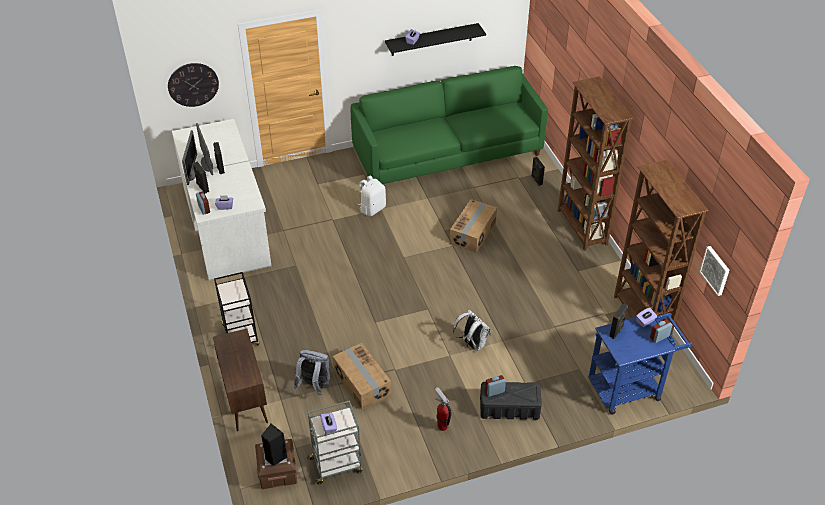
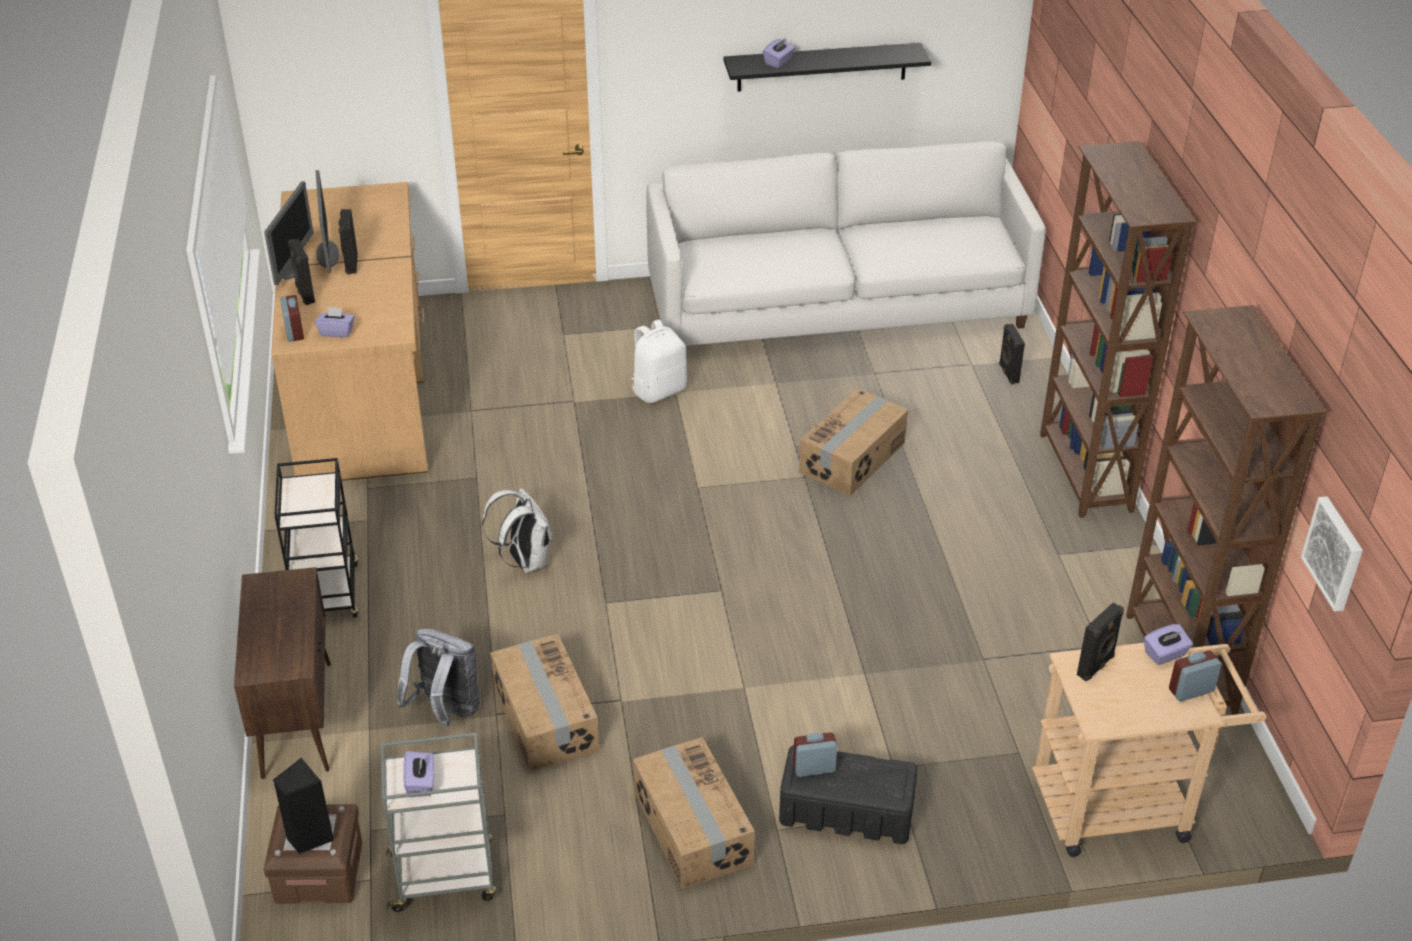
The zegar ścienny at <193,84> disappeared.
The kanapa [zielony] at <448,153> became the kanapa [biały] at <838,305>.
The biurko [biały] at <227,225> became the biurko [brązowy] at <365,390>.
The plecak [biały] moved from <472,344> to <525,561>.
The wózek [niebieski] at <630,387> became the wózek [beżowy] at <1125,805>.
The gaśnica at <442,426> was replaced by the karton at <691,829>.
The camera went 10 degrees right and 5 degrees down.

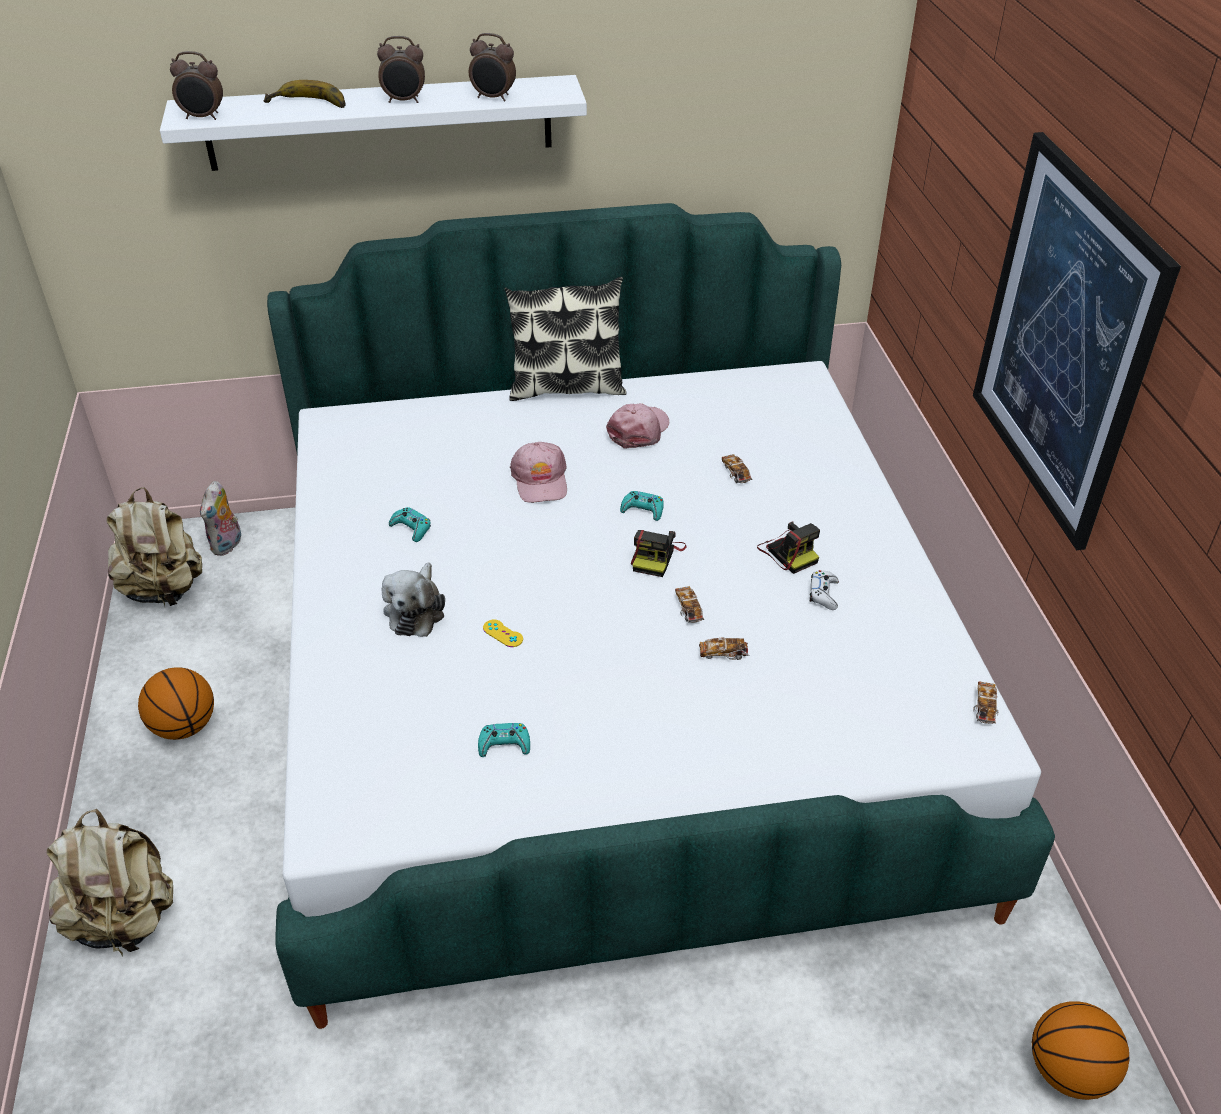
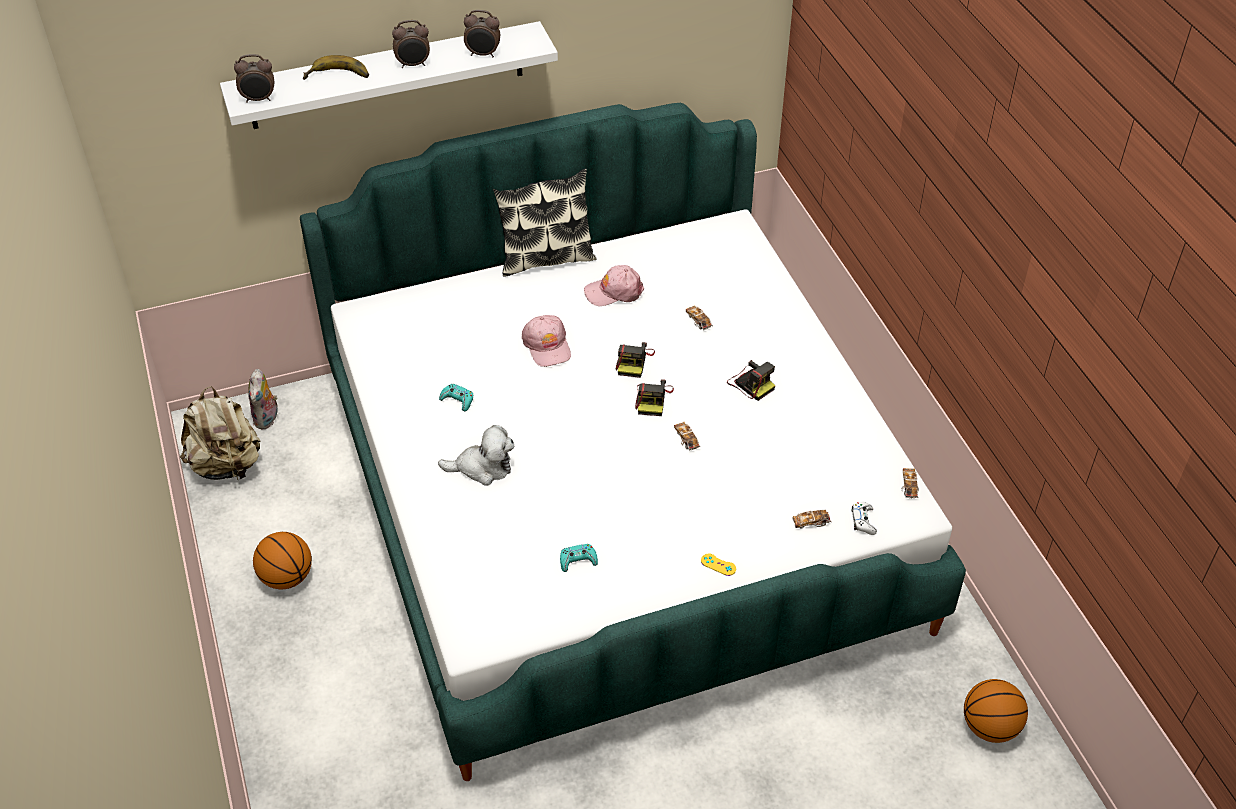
The obraz at <1064,341> disappeared.
The czapka z daszkiem [różowy] at <639,430> turned 120 degrees counterclockwise.
The pad do gier [turkusowy] at <643,510> was replaced by the aparat fotograficzny at <633,361>.
The pluszak at <416,610> turned 90 degrees counterclockwise.
The pad do gier [biały] moved from <823,594> to <863,521>.
The pad do gier [żółty] moved from <503,633> to <718,564>.
The samochodzik moved from <723,654> to <811,523>.
The plecak [beżowy] at <124,919> disappeared.
The camera went 10 degrees left and 5 degrees up.

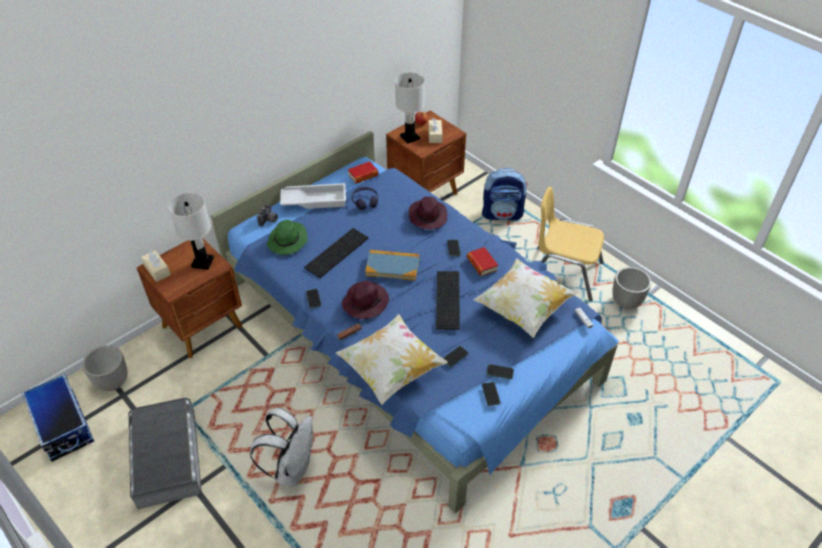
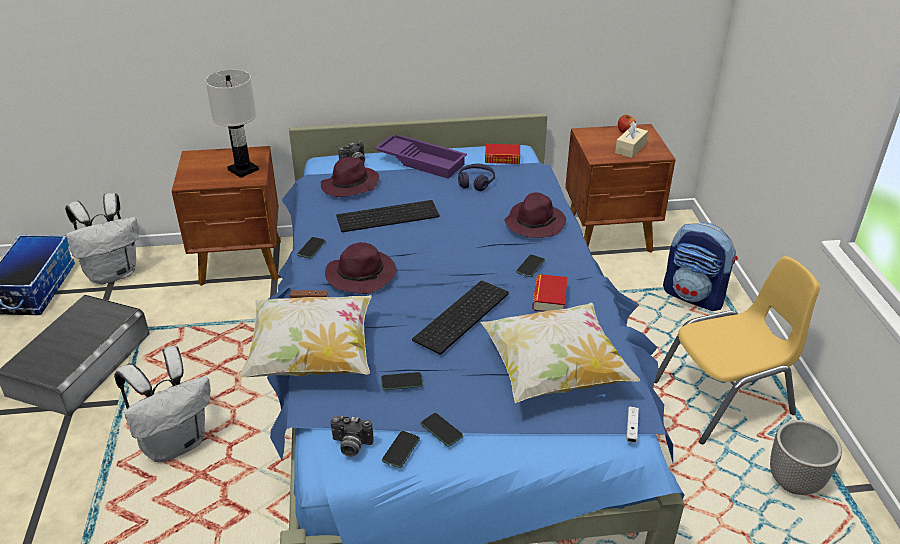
The lampa stołowa [biały] at <410,137> disappeared.
The taca [biały] at <314,199> became the taca [fioletowy] at <422,160>.
The krzesło [żółty] at <563,272> turned 105 degrees clockwise.
The kapelusz [zielony] at <288,241> became the kapelusz [fioletowy] at <350,186>.
The książka at <392,266> disappeared.
The pudełko chusteczek [beżowy] at <157,270> disappeared.
The donica at <113,382> was replaced by the plecak [biały] at <114,273>.
The aparat fotograficzny at <351,446> appeared.
The camera went 35 degrees right and 10 degrees down.

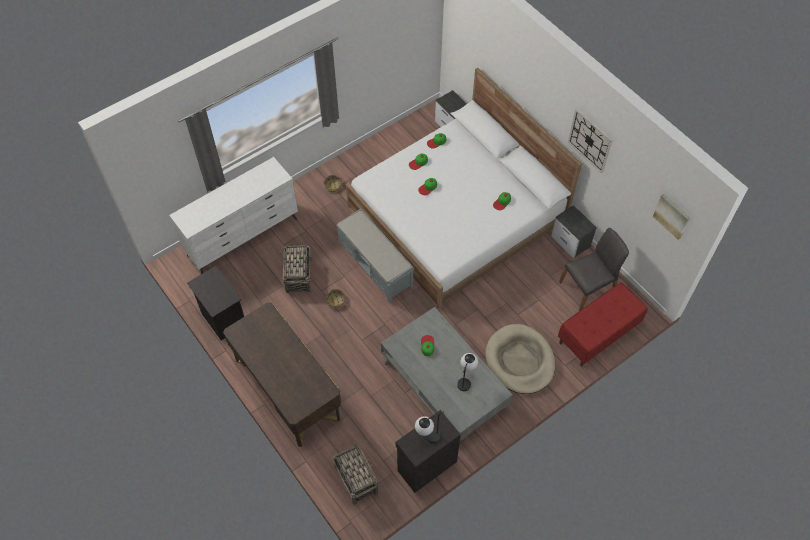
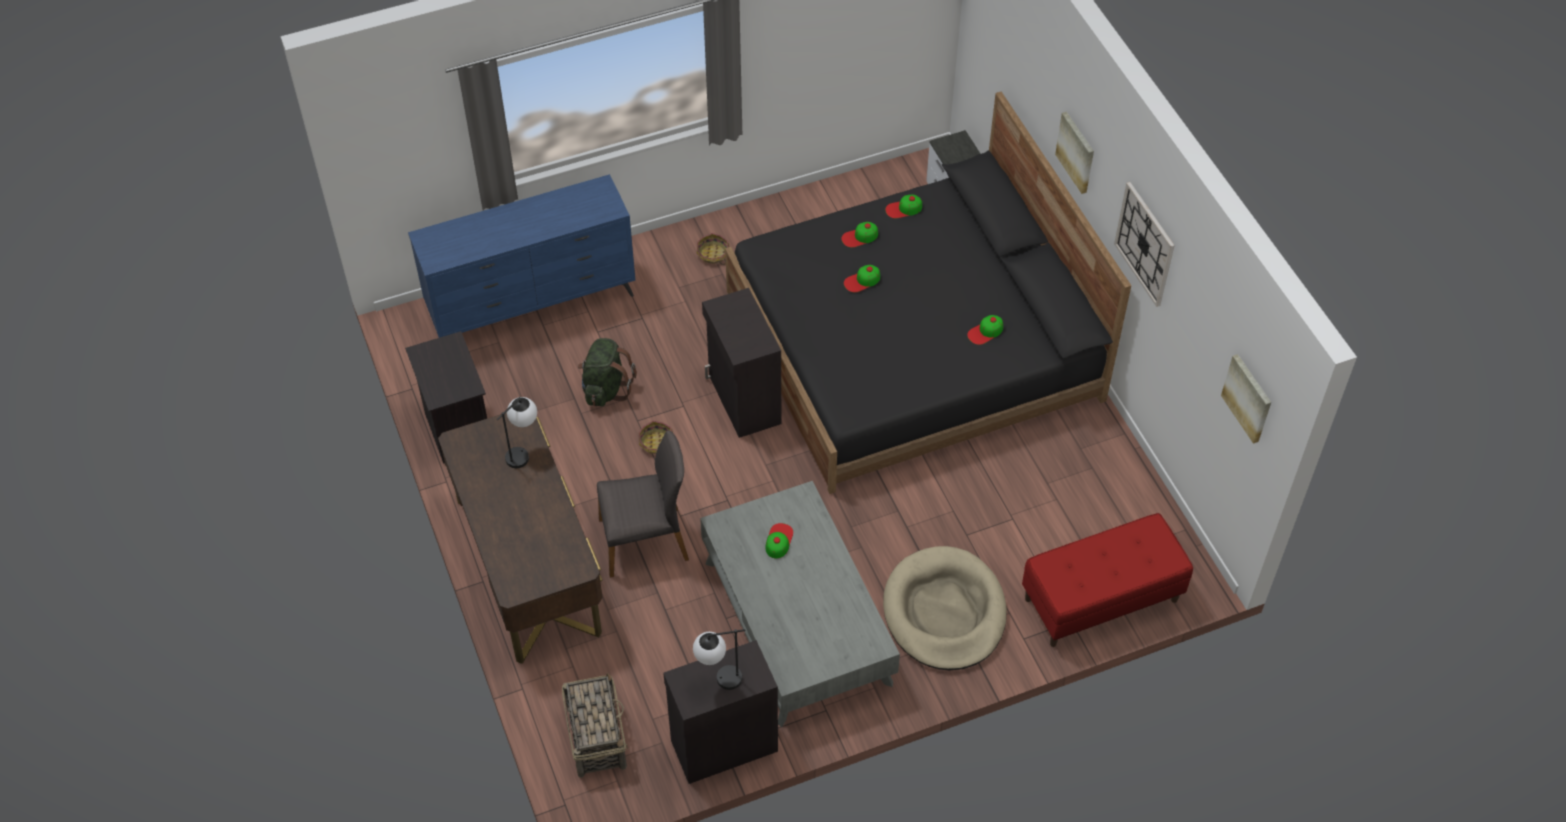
The łóżko [biały] at <456,214> became the łóżko [czarny] at <913,345>.
The komoda [biały] at <243,237> became the komoda [niebieski] at <533,306>.
The szafka nocna at <570,242> disappeared.
The ławka [szary] at <376,266> was replaced by the szafka [czarny] at <743,400>.
The krzesło [szary] moved from <588,288> to <645,540>.
The koszyk at <298,276> was replaced by the plecak [zielony] at <606,388>.
The lampa stołowa moved from <465,380> to <523,452>.
The obraz at <1076,152> appeared.
The camera went 15 degrees right and 5 degrees down.

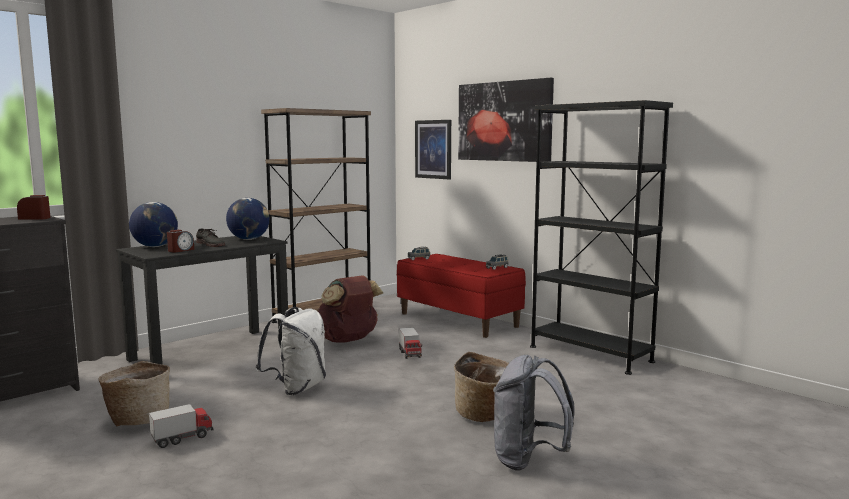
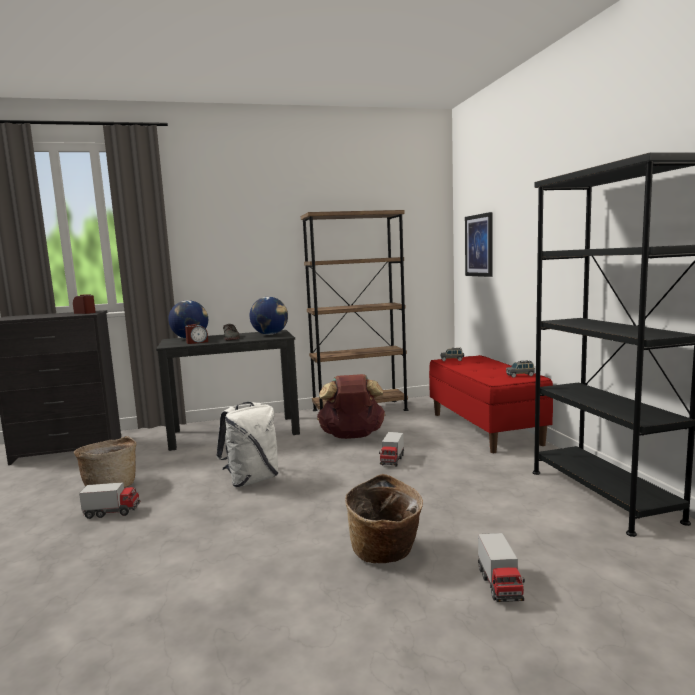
The obraz at <504,121> disappeared.
The plecak [szary] at <528,460> disappeared.
The ciężarówka zabawkowa at <499,585> appeared.
The camera went 30 degrees right and 0 degrees up.

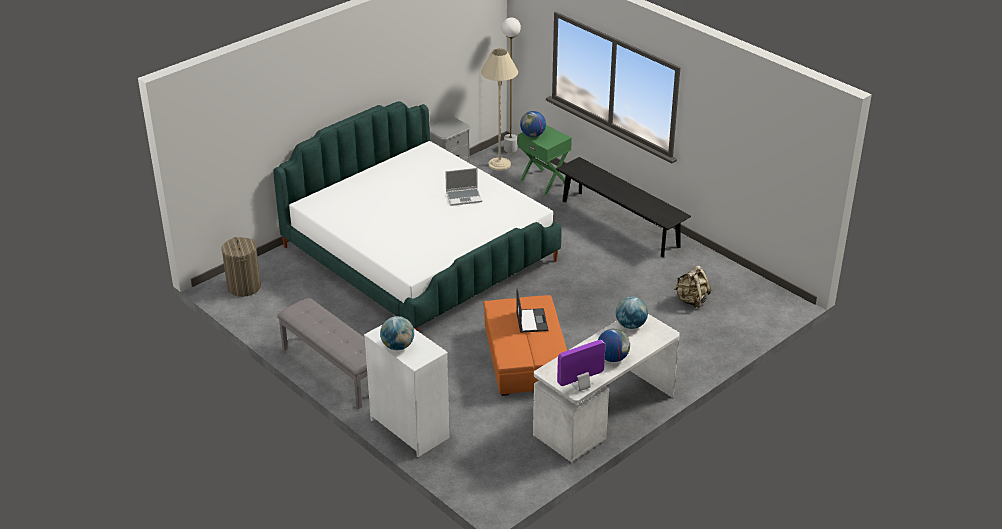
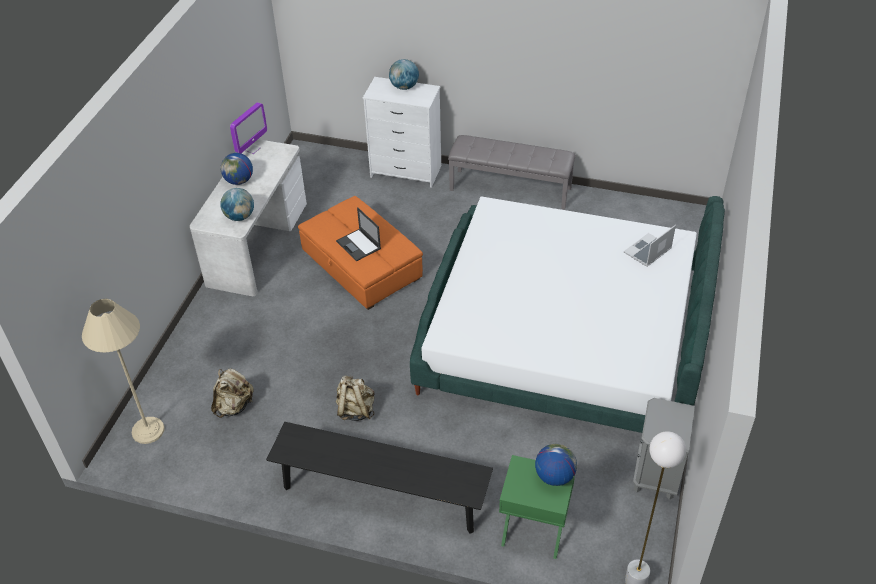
The lampa stojąca [beżowy] moved from <499,164> to <148,430>.
The laptop moved from <464,197> to <647,251>.
The kosz na pranie at <244,287> disappeared.
The plecak [beżowy] at <355,410> appeared.
The camera went 150 degrees right and 10 degrees up.

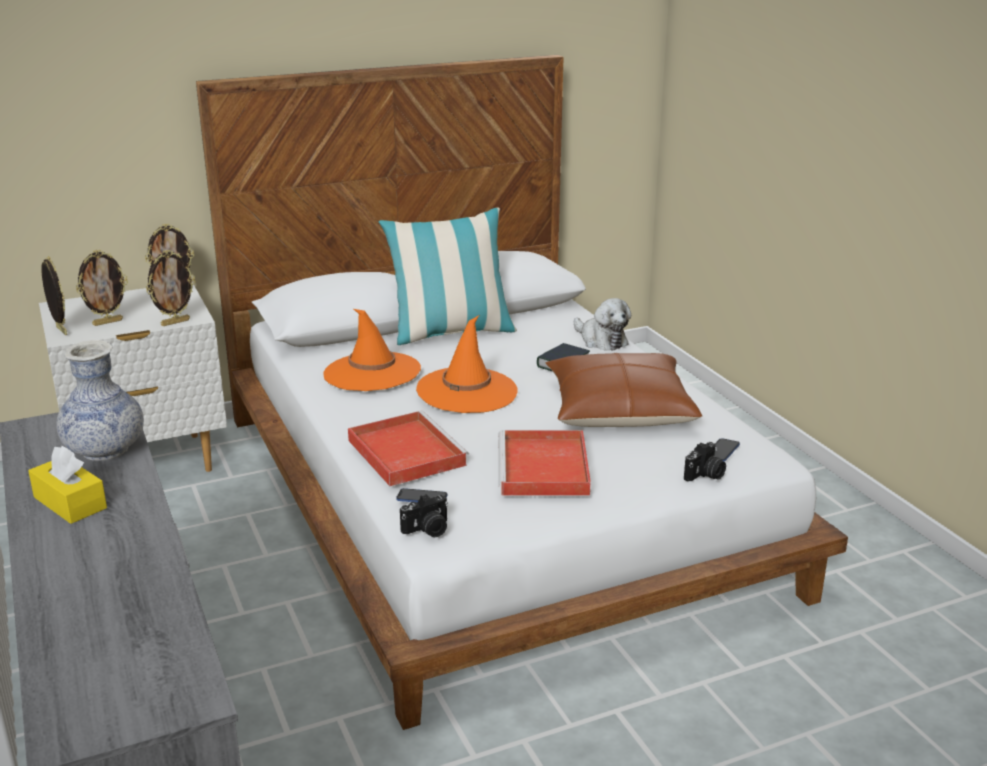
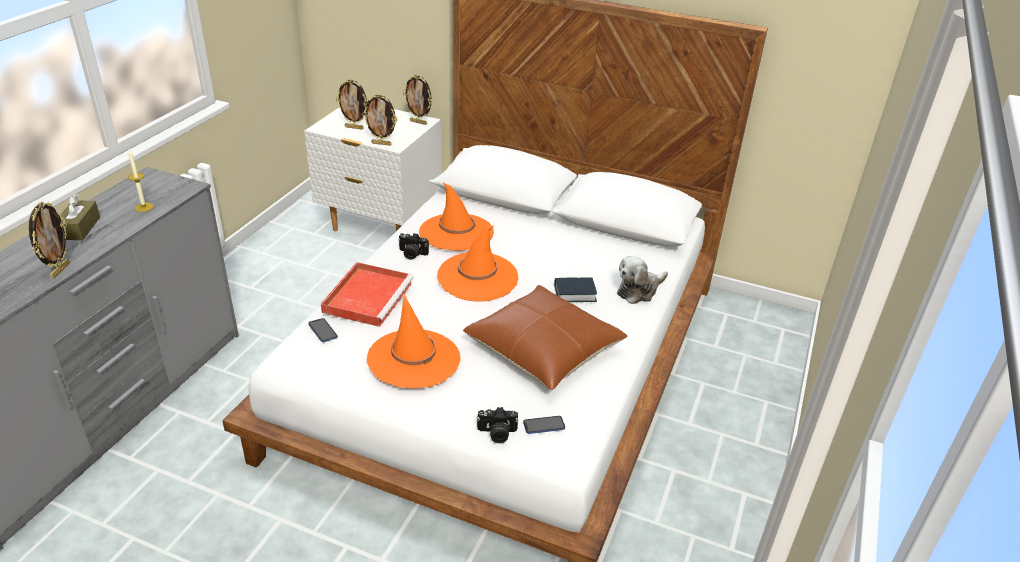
The poduszka at <451,333> disappeared.
The ramka na zdjęcie moved from <60,331> to <60,270>.
The pluszak at <601,340> turned 45 degrees clockwise.
The wazon at <105,450> was replaced by the świeca at <144,207>.
The taca [czerwony] at <544,469> was replaced by the kapelusz [pomarańczowy] at <414,359>.
The pudełko chusteczek [żółty] at <70,503> became the pudełko chusteczek [brązowy] at <80,228>.
The aparat fotograficzny moved from <427,530> to <412,254>.
The camera went 45 degrees right and 10 degrees up.

